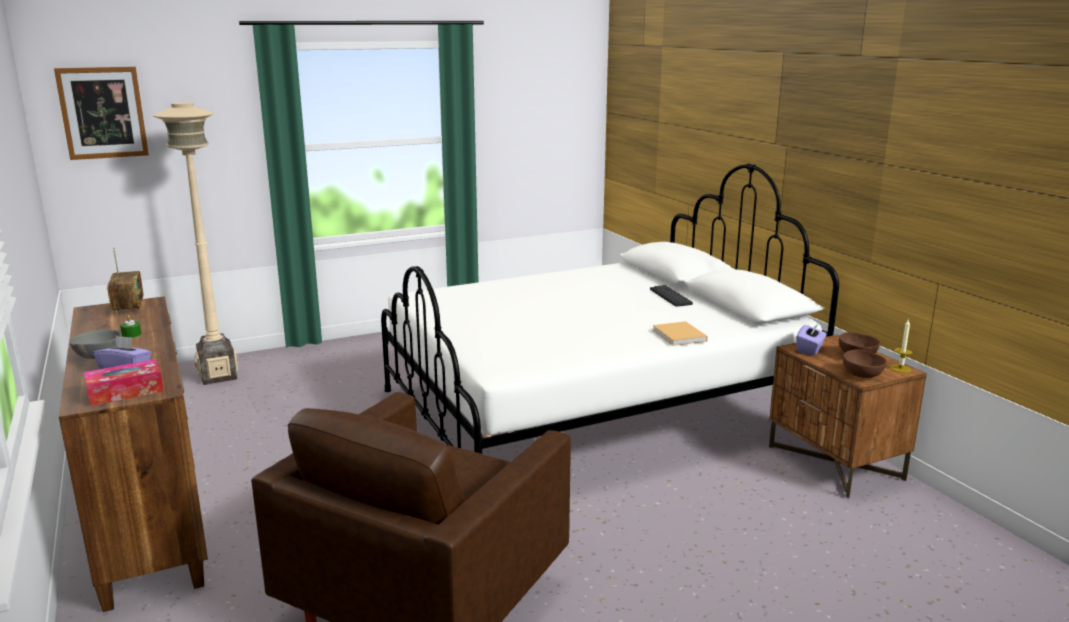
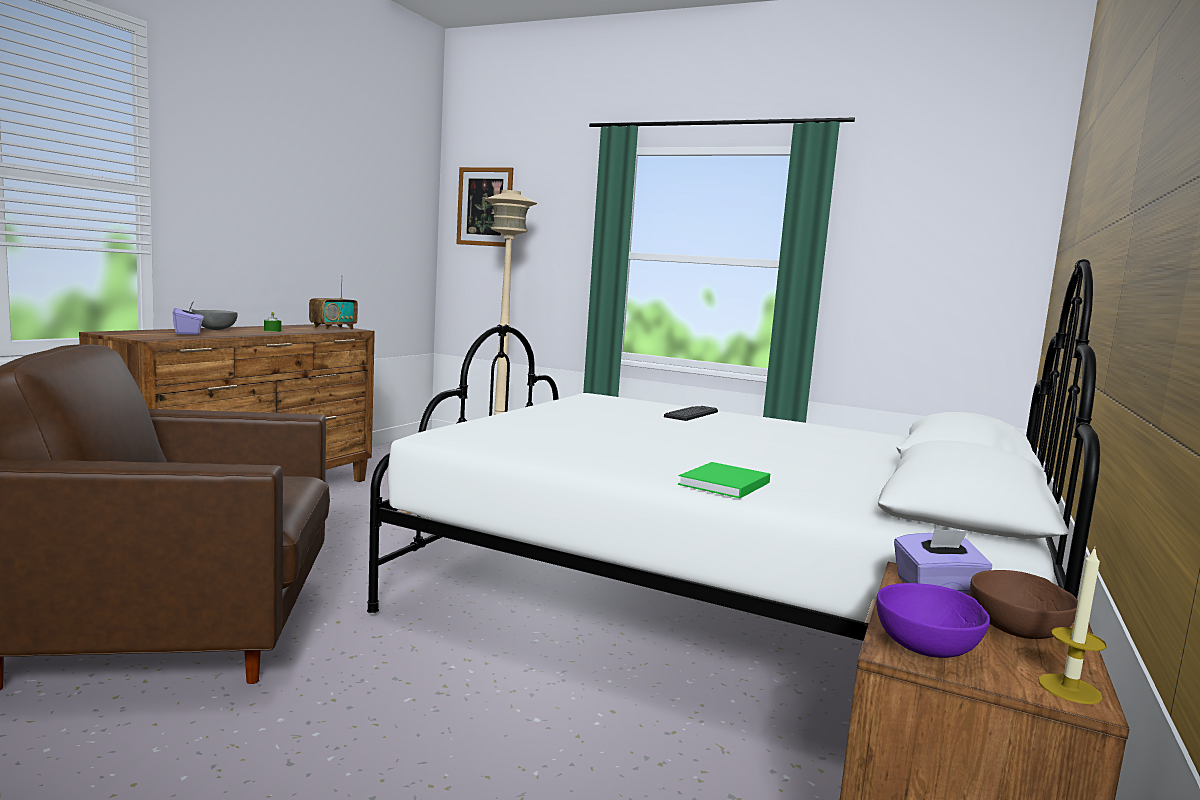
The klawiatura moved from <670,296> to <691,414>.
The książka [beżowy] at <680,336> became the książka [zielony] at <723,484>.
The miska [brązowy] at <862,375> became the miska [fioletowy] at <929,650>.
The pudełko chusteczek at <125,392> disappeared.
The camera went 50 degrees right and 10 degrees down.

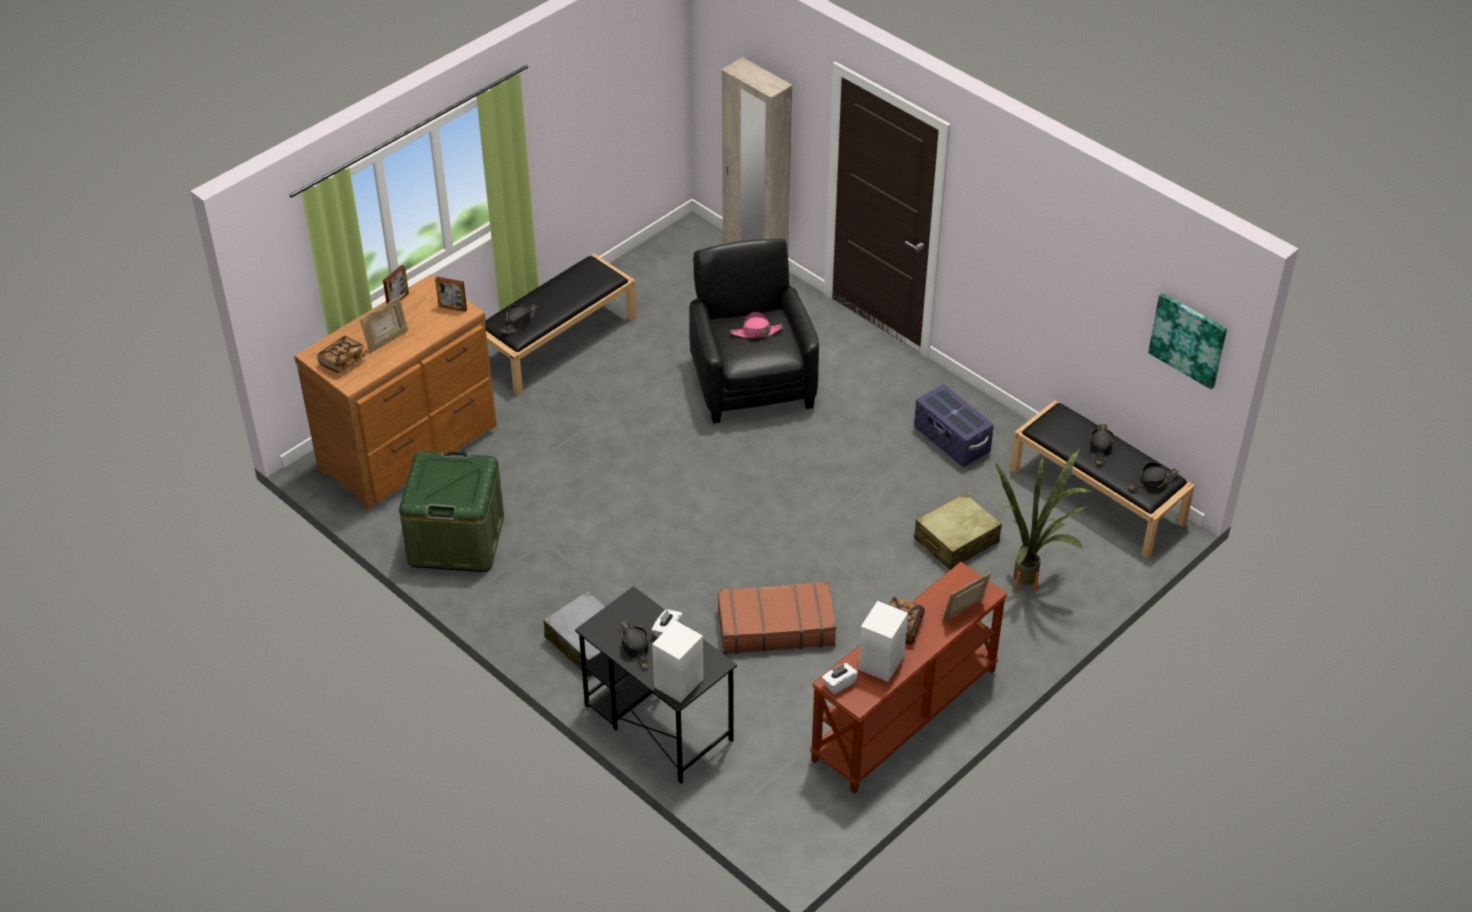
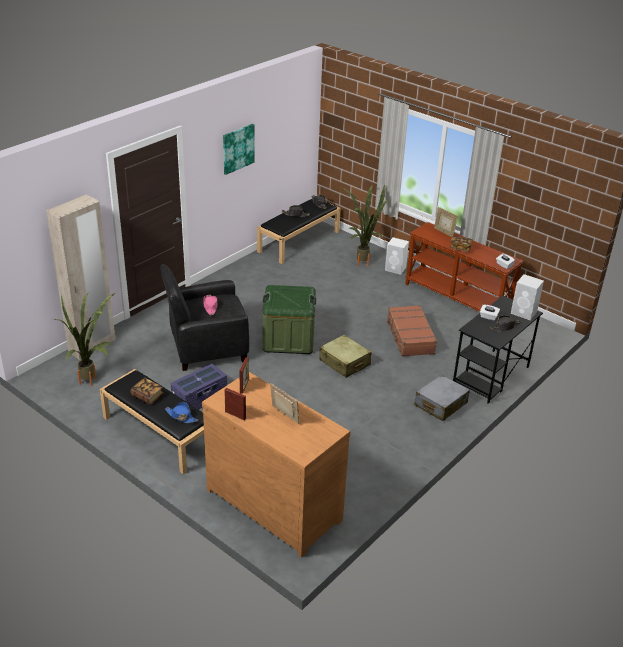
The obraz moved from <1188,339> to <238,148>.
The kapelusz [czarny] at <519,321> became the kapelusz [niebieski] at <181,416>.
The książka moved from <342,362> to <147,396>.
The pojemnik do przechowywania [fioletowy] moved from <951,440> to <200,400>.
The pojemnik do przechowywania [zielony] moved from <456,539> to <288,339>.
The walizka [beżowy] moved from <956,541> to <344,362>.
The głośnik [biały] moved from <880,663> to <396,269>.
The roślina doniczkowa at <92,382> appeared.
The camera went 95 degrees left and 10 degrees down.

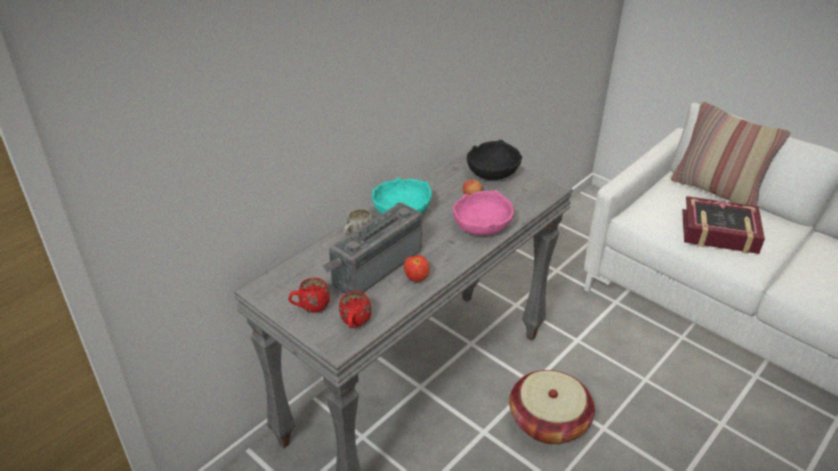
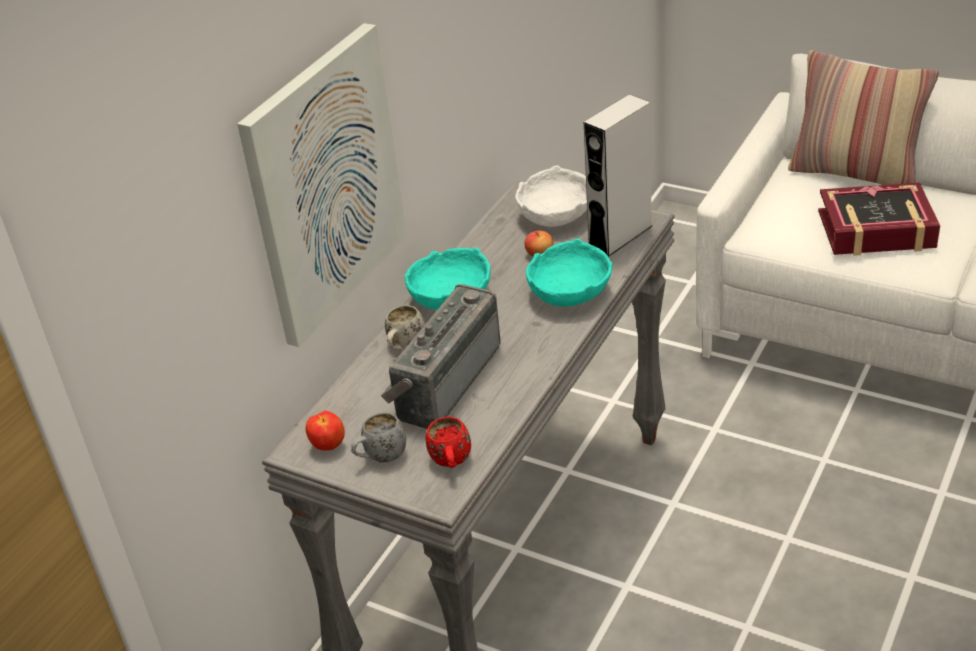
The miska [czarny] at <491,173> became the miska [biały] at <554,216>.
The miska [różowy] at <480,226> became the miska [turkusowy] at <568,293>.
The jabłko moved from <416,279> to <328,446>.
The kubek [czerwony] at <310,308> became the kubek [szary] at <380,457>.
The koszyk at <548,421> disappeared.
The obraz at <324,184> appeared.
The głośnik [szary] at <620,236> appeared.
The camera went 10 degrees left and 0 degrees up.

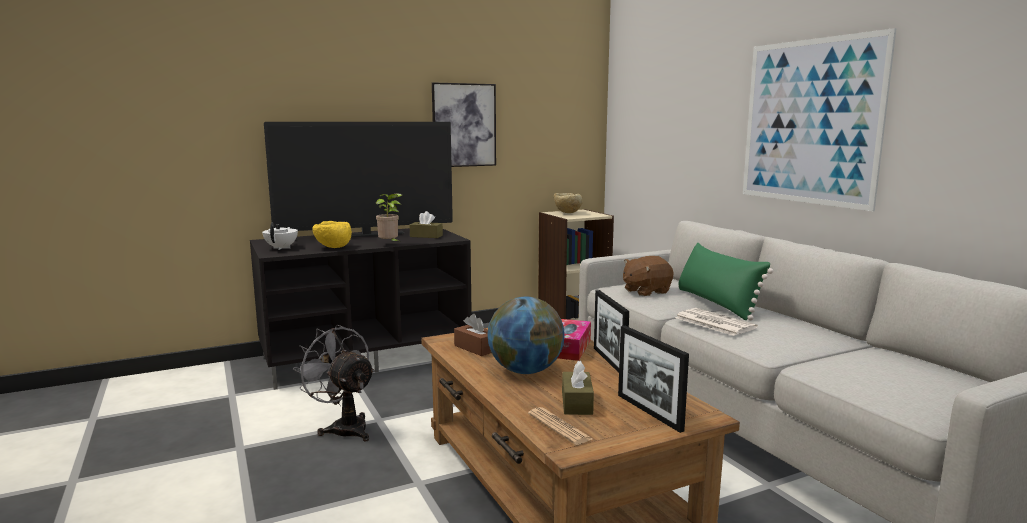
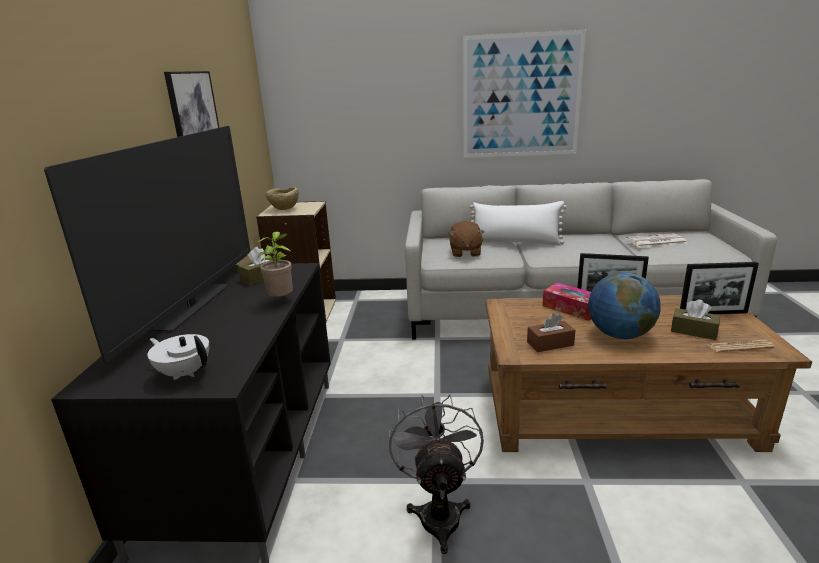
The miska [żółty] at <333,247> disappeared.
The poduszka [zielony] at <716,303> became the poduszka [biały] at <515,242>.
The gazeta moved from <713,322> to <655,241>.
The wentylator [szary] at <344,427> turned 105 degrees clockwise.
The camera went 60 degrees left and 10 degrees up.

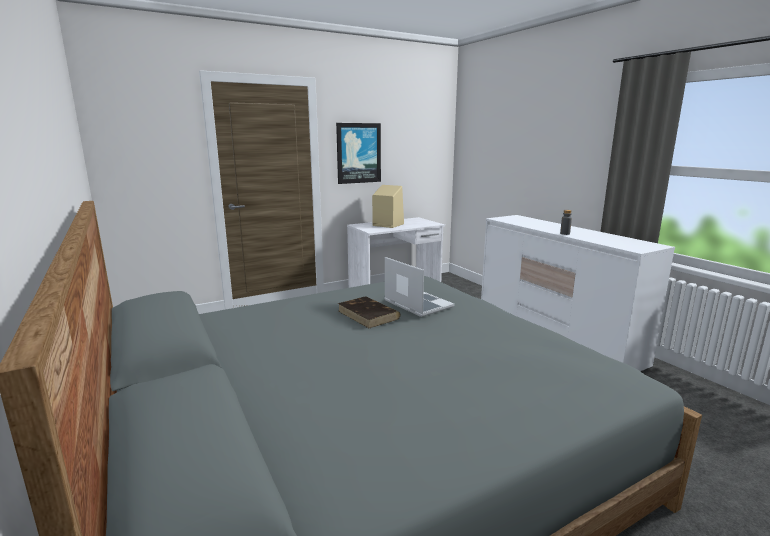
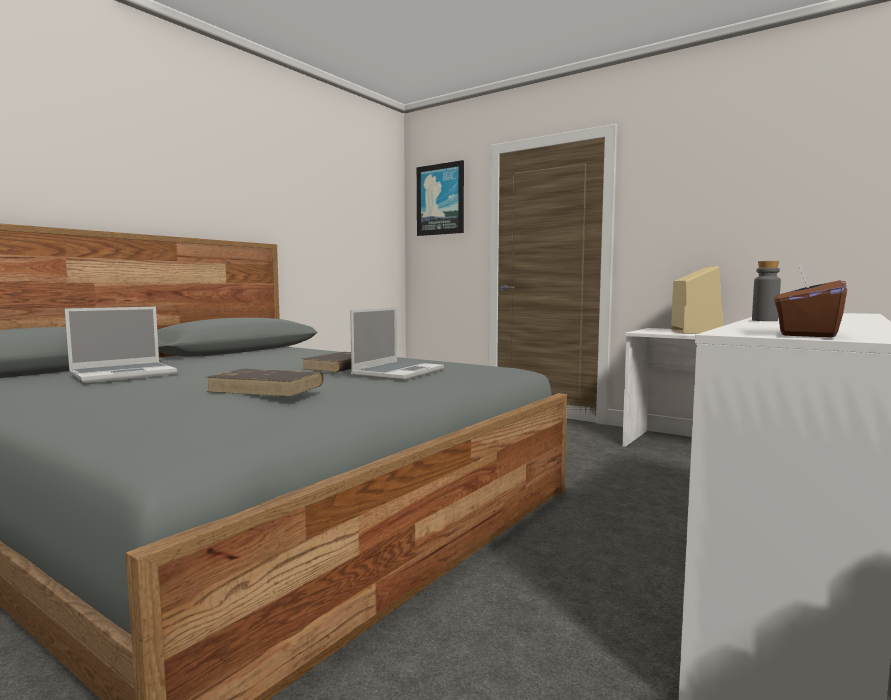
The obraz moved from <358,153> to <440,199>.
The pudełko chusteczek [brązowy] at <806,334> appeared.
The laptop at <124,374> appeared.
The książka [brązowy] at <267,388> appeared.
The camera went 65 degrees right and 10 degrees down.

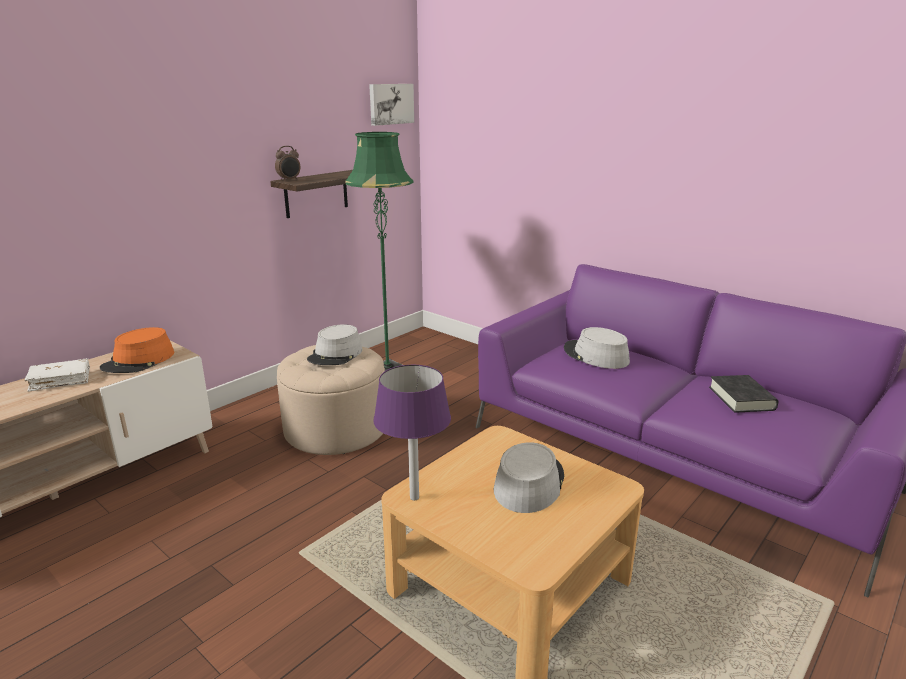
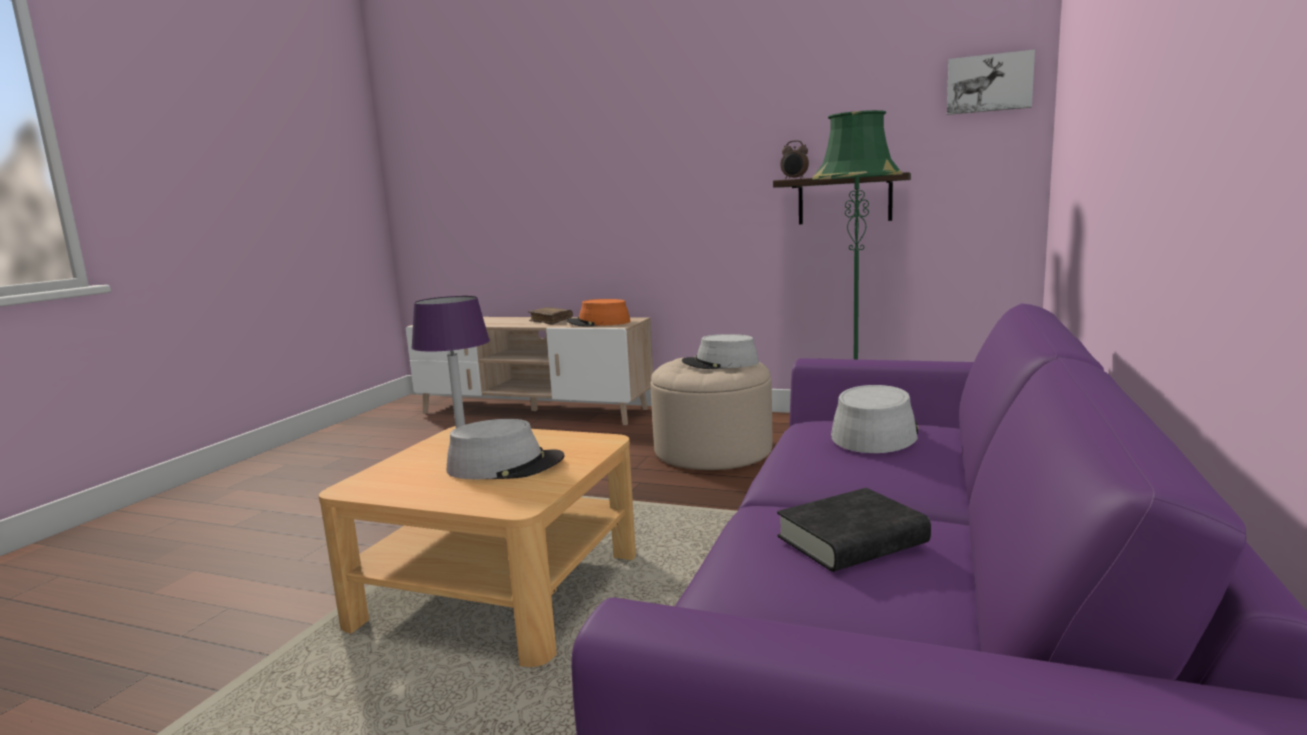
The książka [biały] at <60,380> became the książka [brązowy] at <551,321>.
The camera went 70 degrees right and 10 degrees down.

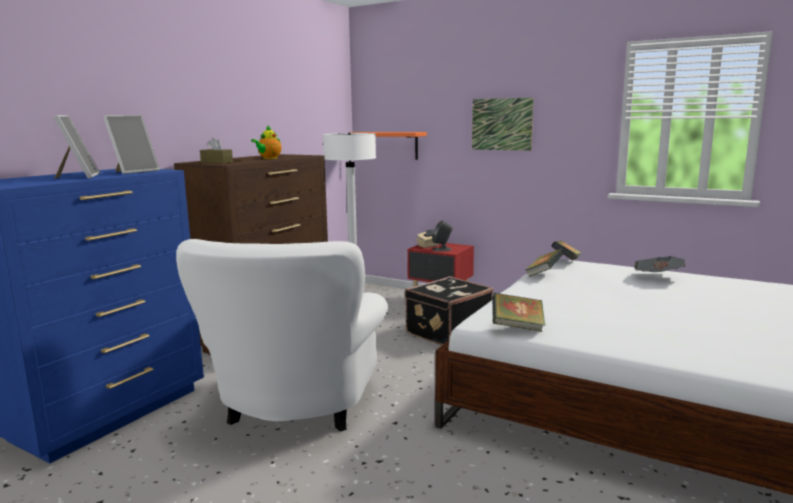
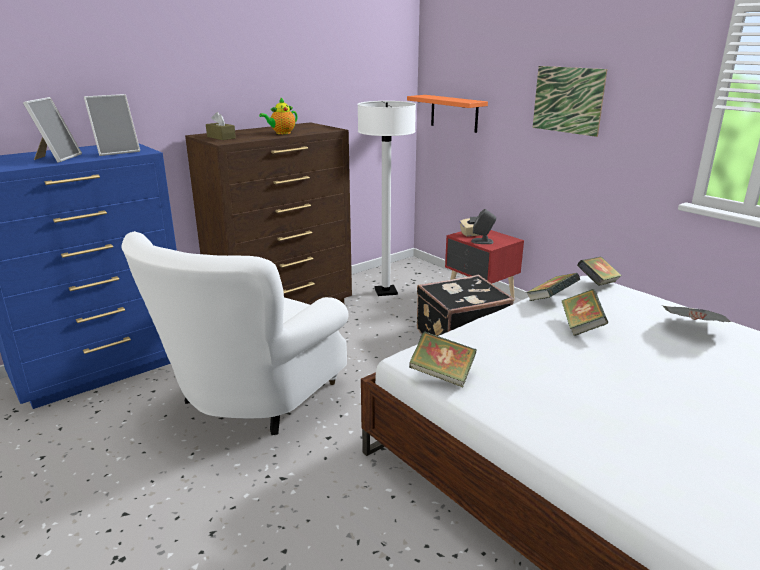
The książka at <581,326> appeared.
The camera went 20 degrees right and 10 degrees up.

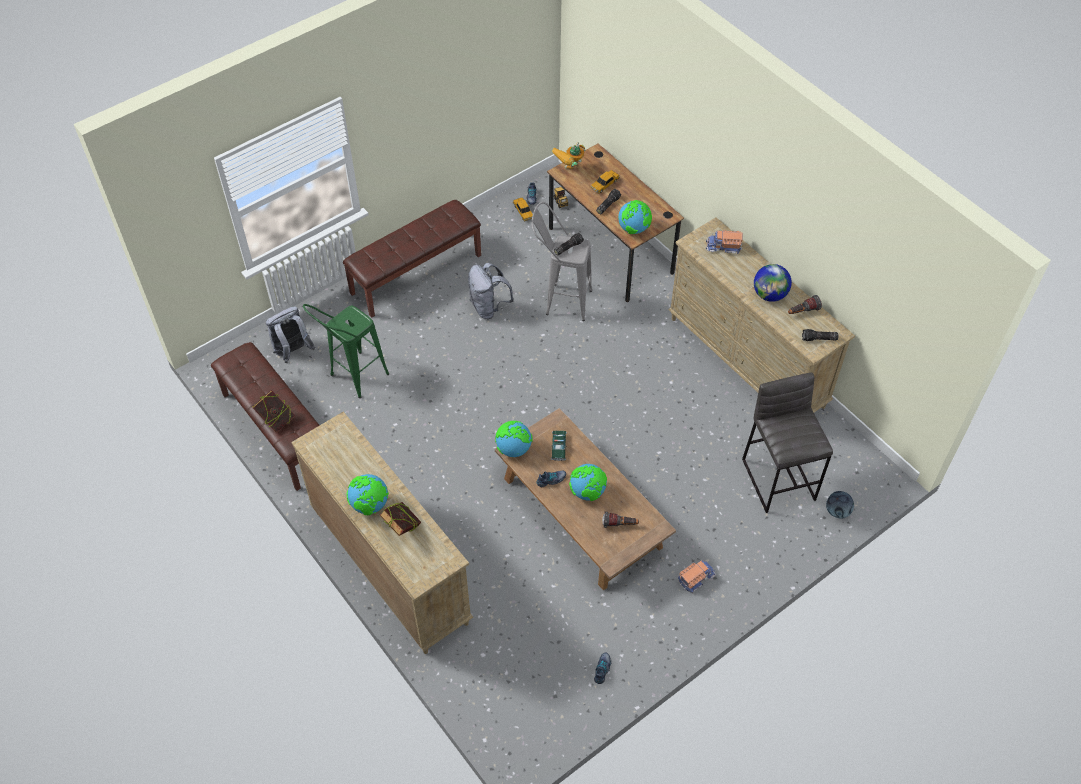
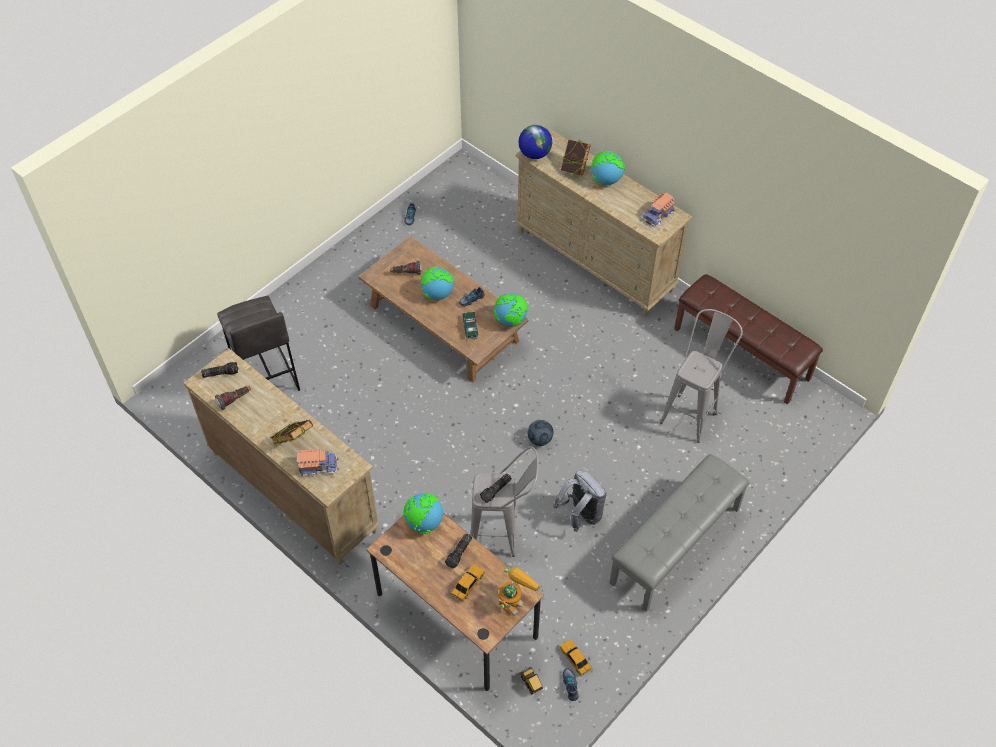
The ławka [brązowy] at <416,273> became the ławka [szary] at <676,546>.
The globus moved from <770,295> to <534,154>.
The stołek [zielony] at <353,380> became the stołek [szary] at <692,412>.
The plecak [szary] at <292,351> disappeared.
The książka moved from <276,421> to <294,441>.
The piłka futbolowa moved from <837,511> to <540,439>.
The ciężarówka zabawkowa moved from <695,577> to <658,215>.
The camera went 170 degrees right and 0 degrees up.

